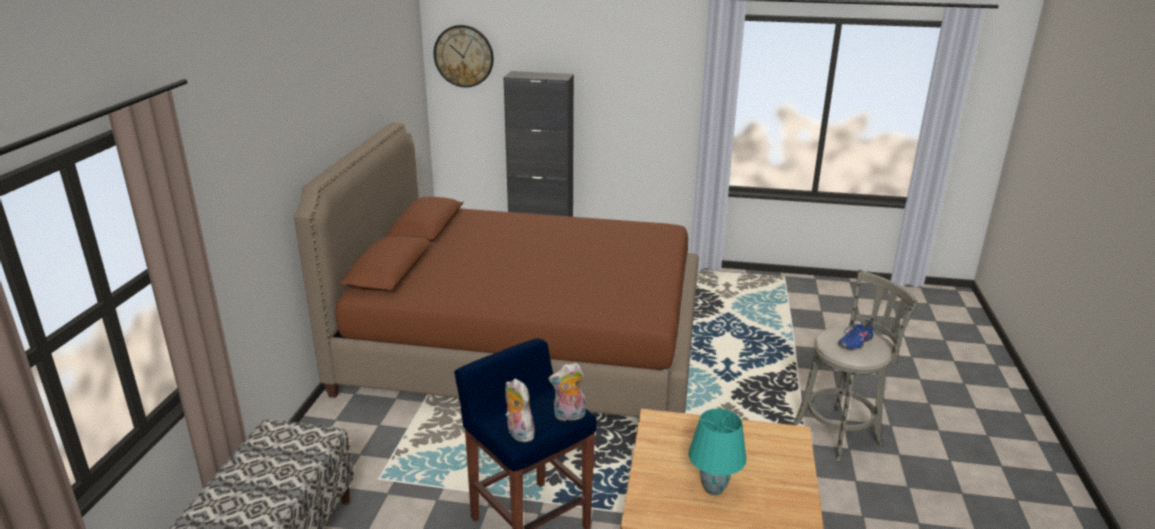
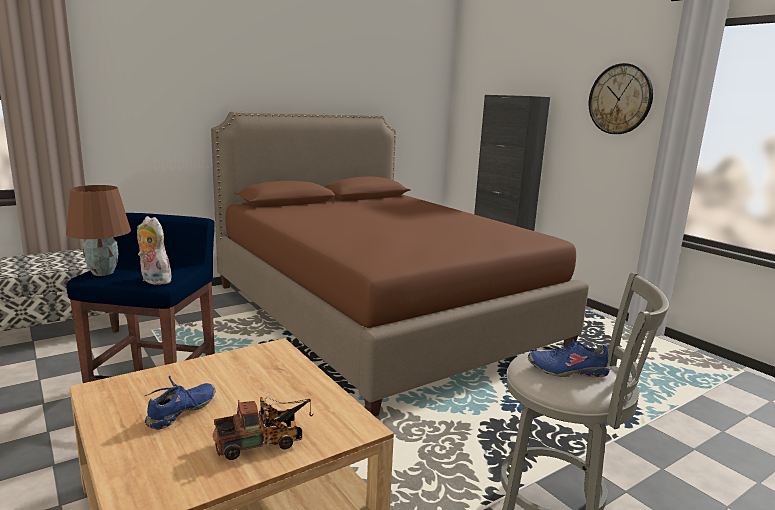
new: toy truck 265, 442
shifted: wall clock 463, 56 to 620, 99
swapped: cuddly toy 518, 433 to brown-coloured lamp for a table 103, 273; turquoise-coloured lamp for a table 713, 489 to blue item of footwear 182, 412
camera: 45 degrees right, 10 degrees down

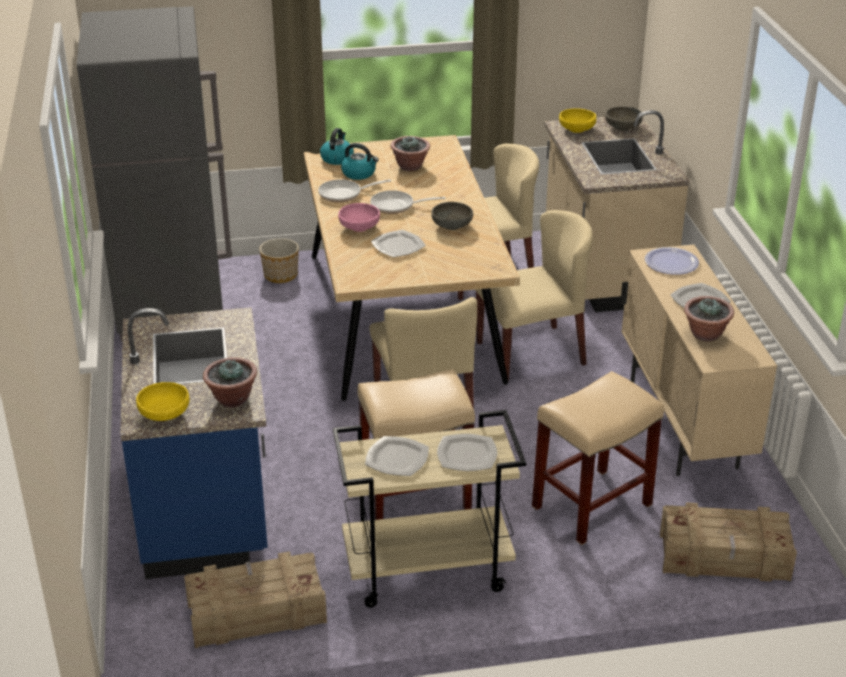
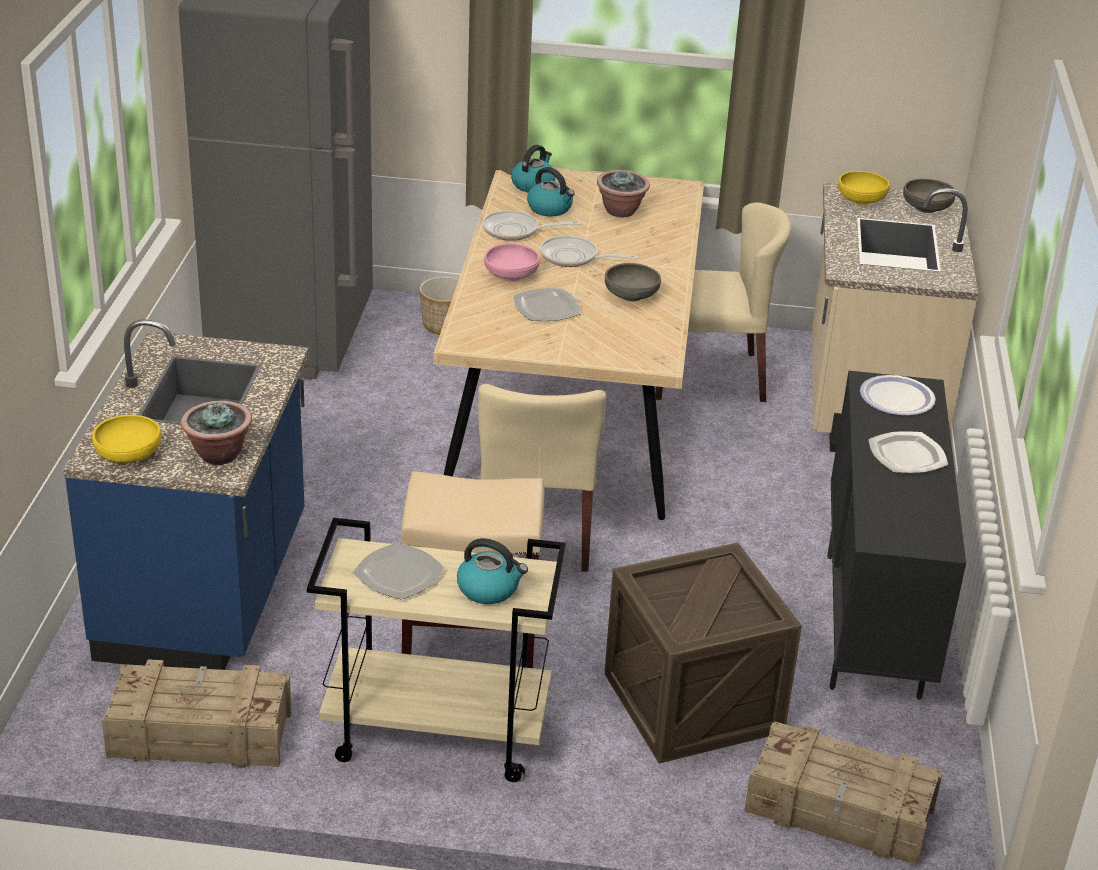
gone: beige plain chair 531, 353; potted plant 705, 335
swapped: plate 466, 454 to tea kettle 489, 589; beige stool 591, 506 to packing crate 693, 702
repainted: beige cabinet 682, 426 to black-coloured cabinet 872, 625
camera: 15 degrees right, 0 degrees up

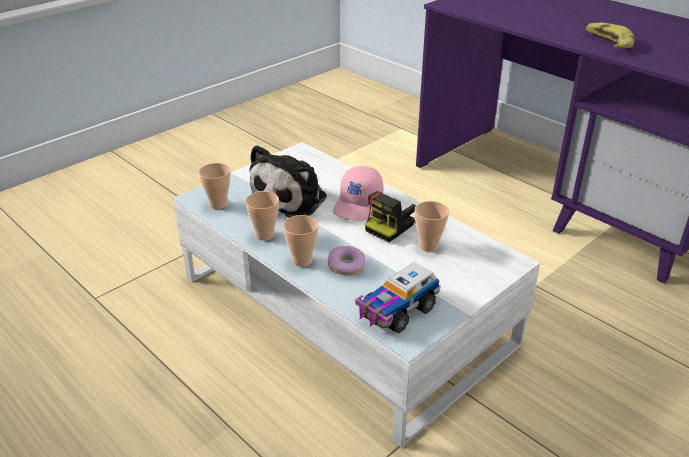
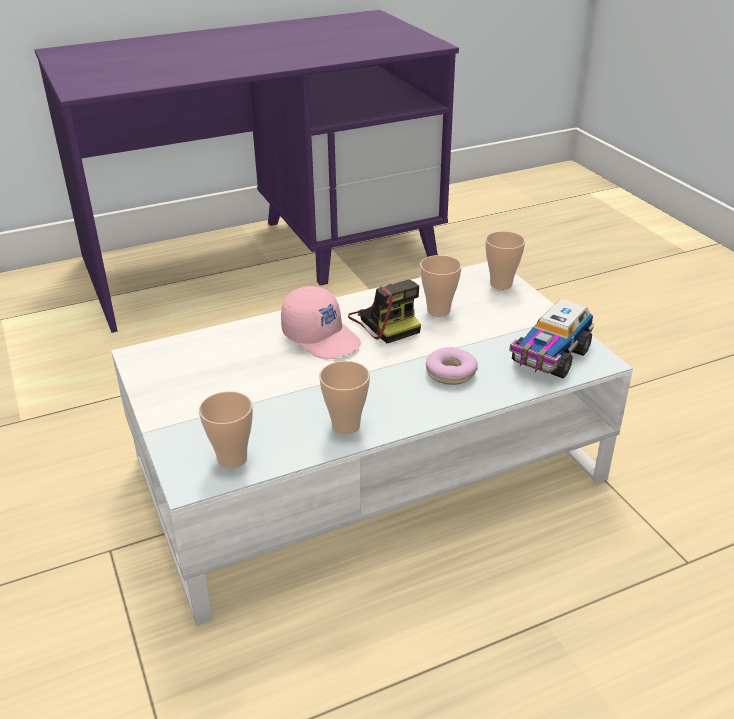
gone: cuddly toy 291, 198; banana fruit 607, 42
shifted: small cup 302, 261 to 501, 284
rotated: toy truck 396, 311 = 550, 357 60 degrees clockwise
camera: 70 degrees left, 0 degrees up

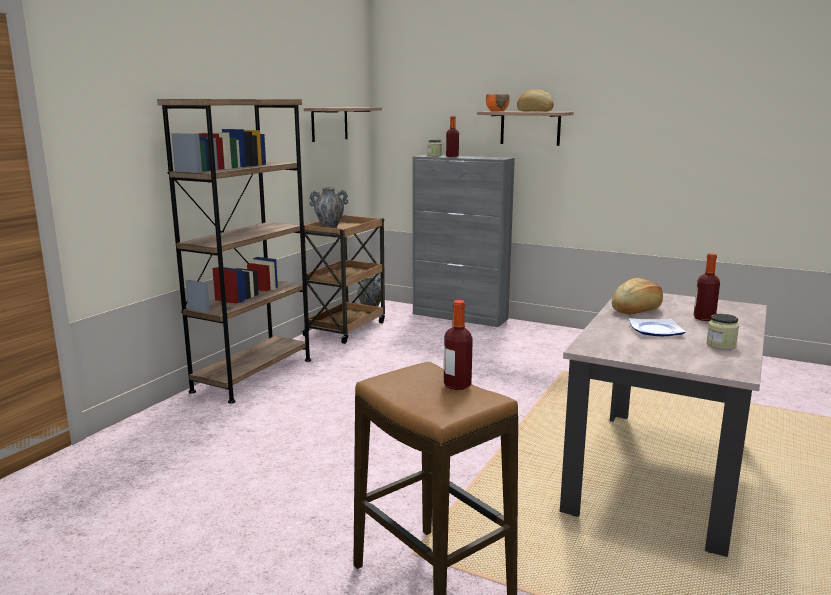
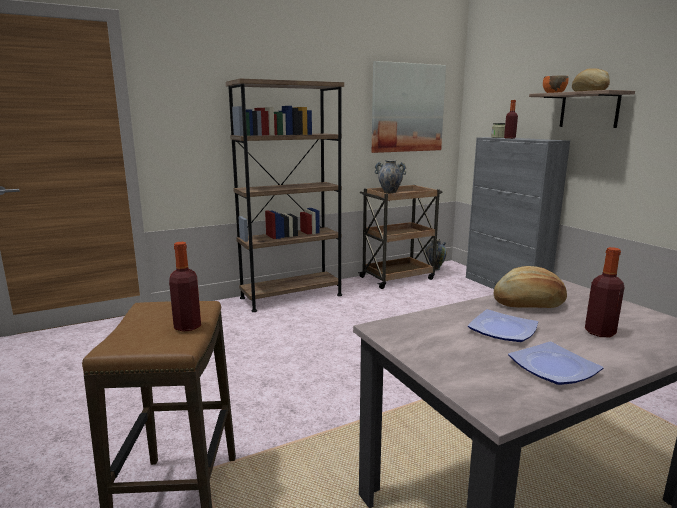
swapped: shelf 329, 124 to picture 407, 108; storage jar 721, 345 to plate 553, 369
camera: 35 degrees right, 0 degrees up

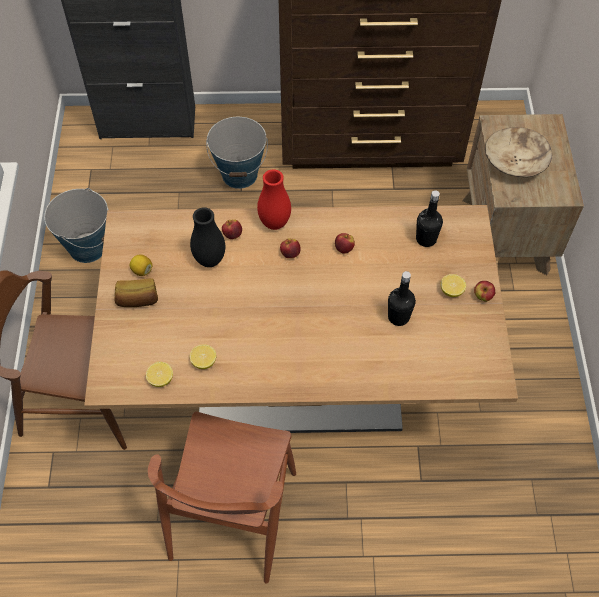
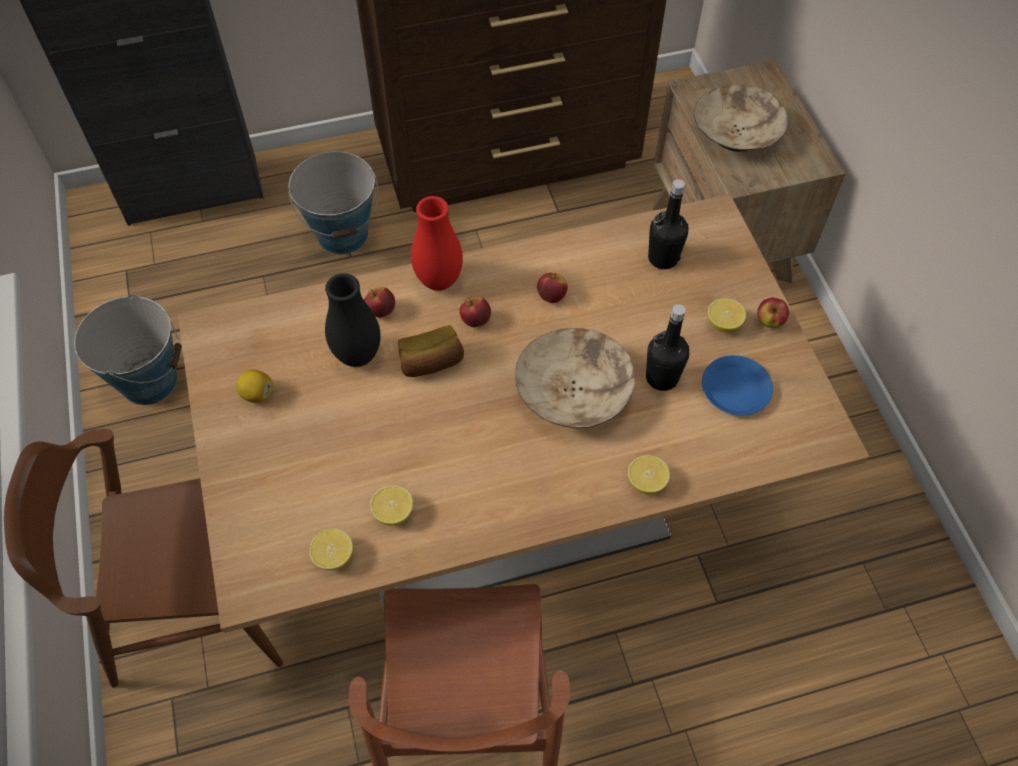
new: beige deep dish 574, 391; lemon 646, 482; blue plate 735, 390
shifted: bread 137, 300 to 431, 363
camera: 15 degrees left, 0 degrees up

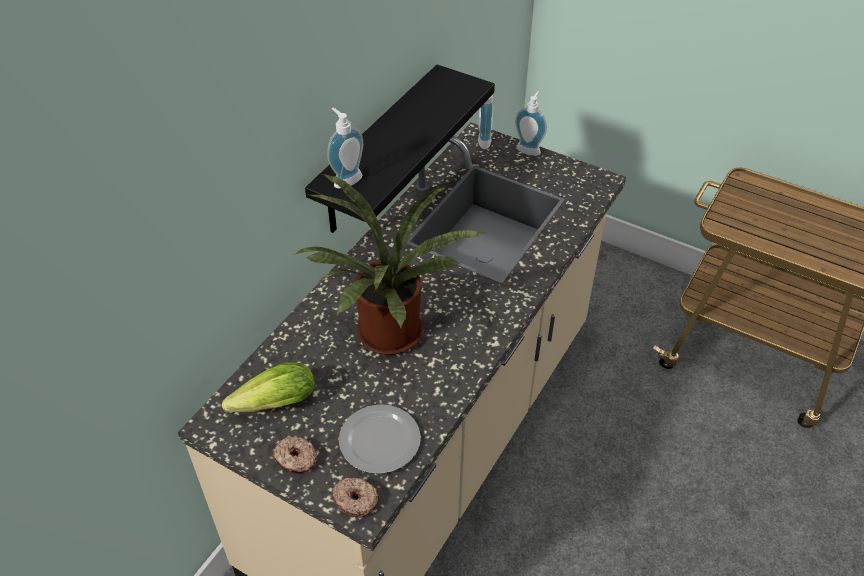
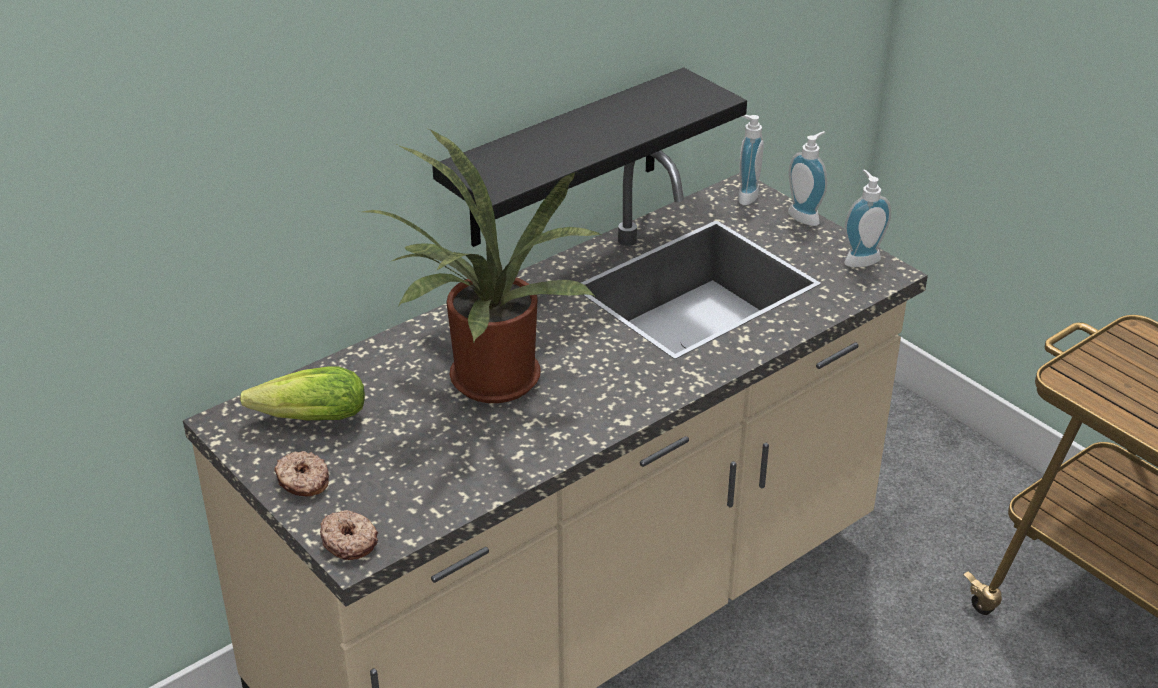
gone: plate 380, 442
shifted: soap bottle 346, 179 to 860, 259
camera: 20 degrees right, 10 degrees down

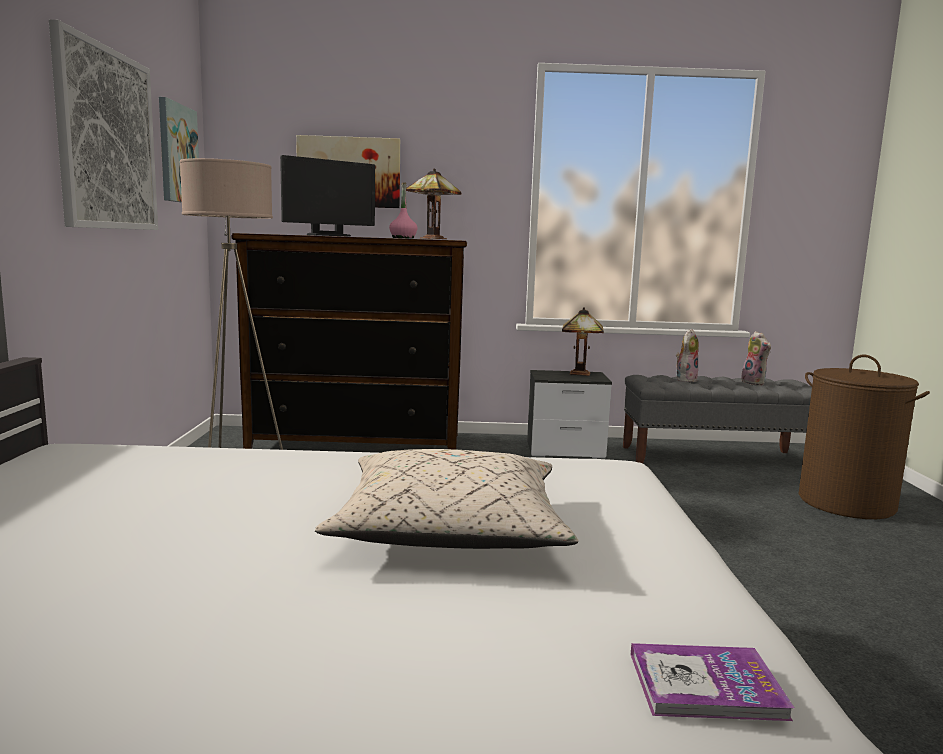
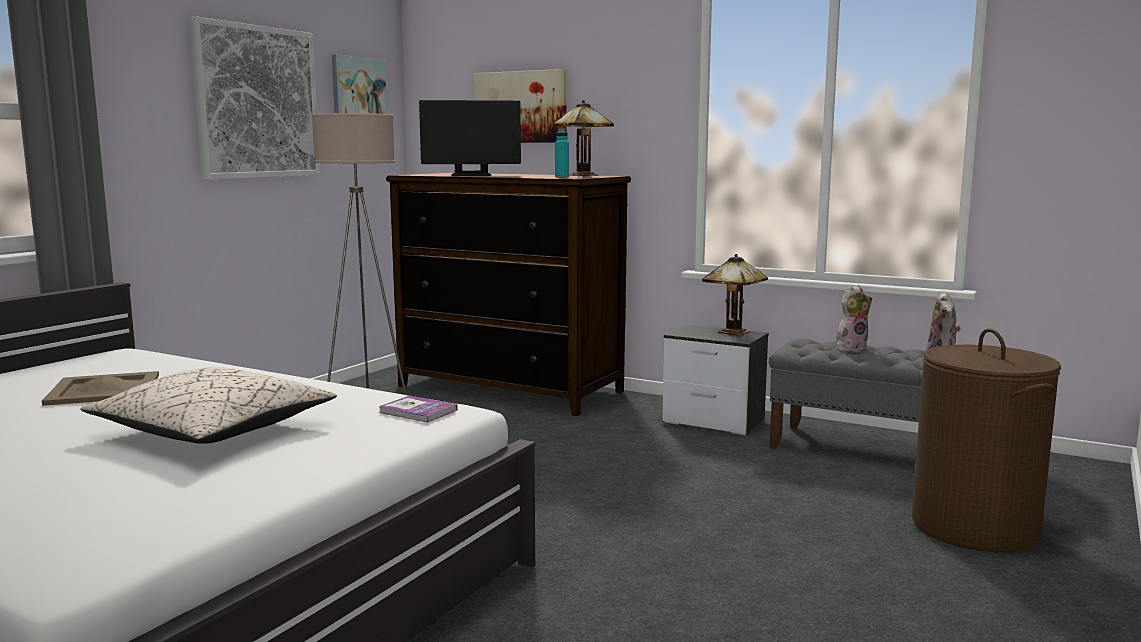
gone: pink-coloured beverage bottle 403, 238
new: beige tray 103, 389; turquoise-coloured beverage bottle 562, 177
shifted: bound book 706, 685 to 418, 411
camera: 30 degrees right, 0 degrees up

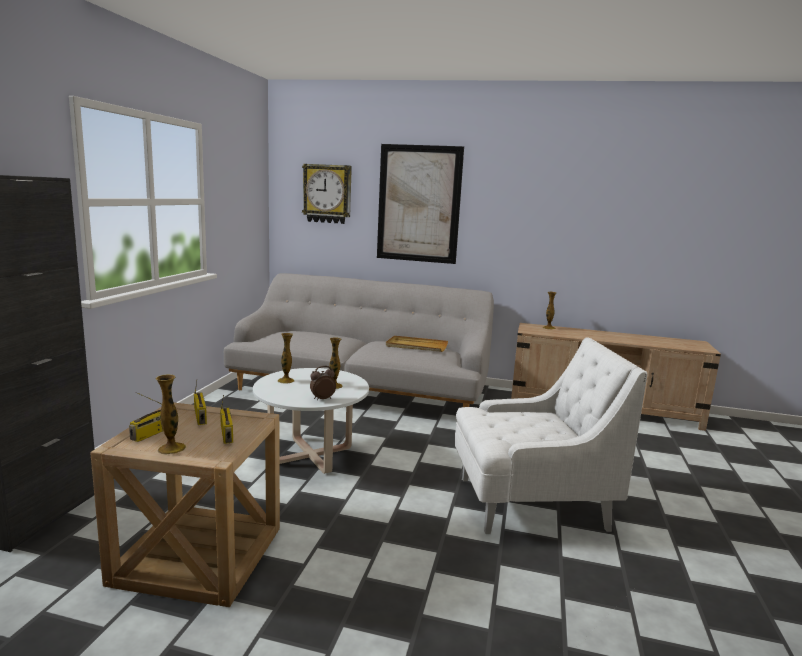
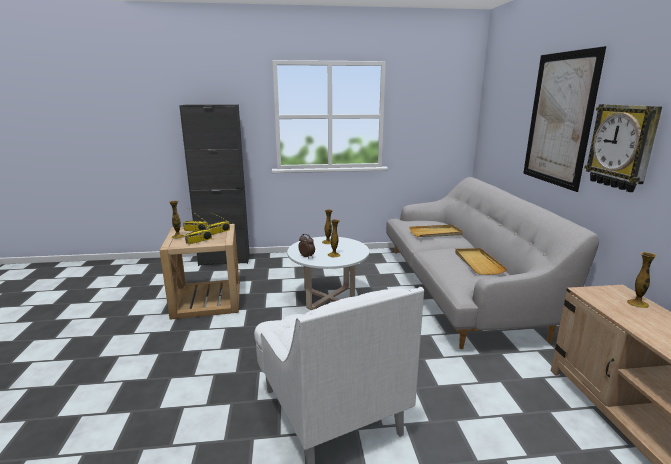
new: beige tray 435, 233
shifted: wall clock 327, 194 to 622, 147
camera: 70 degrees right, 5 degrees up

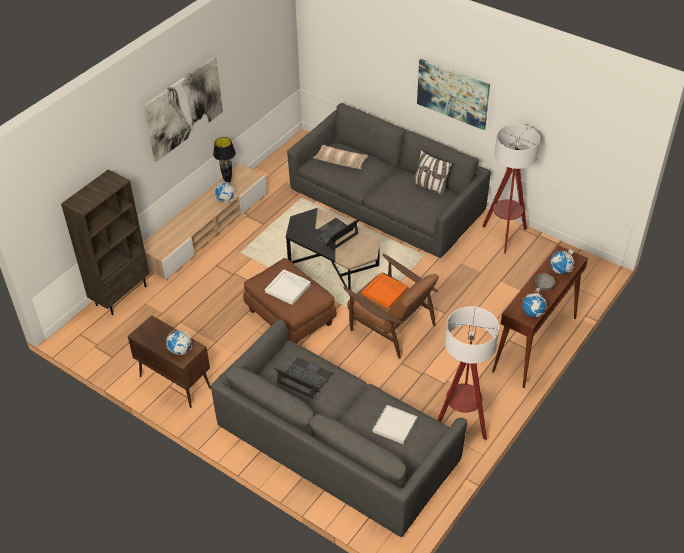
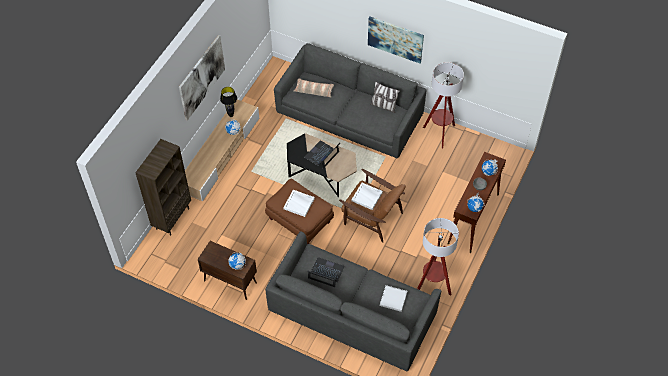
repainted: orange tray 385, 292 to white-coloured tray 367, 197
camera: 10 degrees left, 10 degrees up

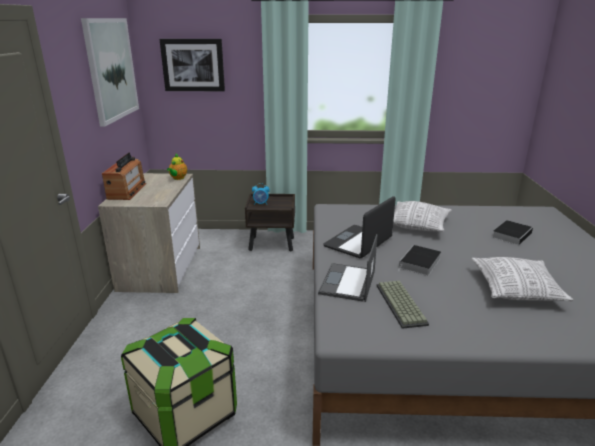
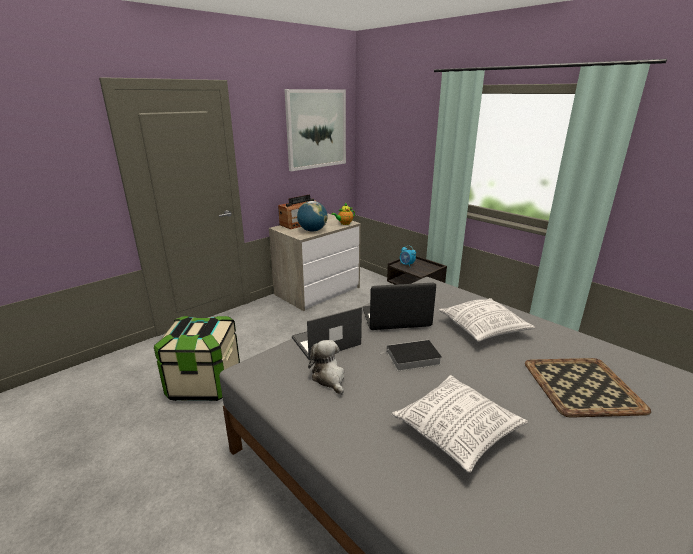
gone: picture 193, 65
new: globe 312, 230
swapped: PC keyboard 402, 304 to cuddly toy 329, 378; bound book 511, 234 to tray 580, 386
camera: 45 degrees right, 0 degrees up

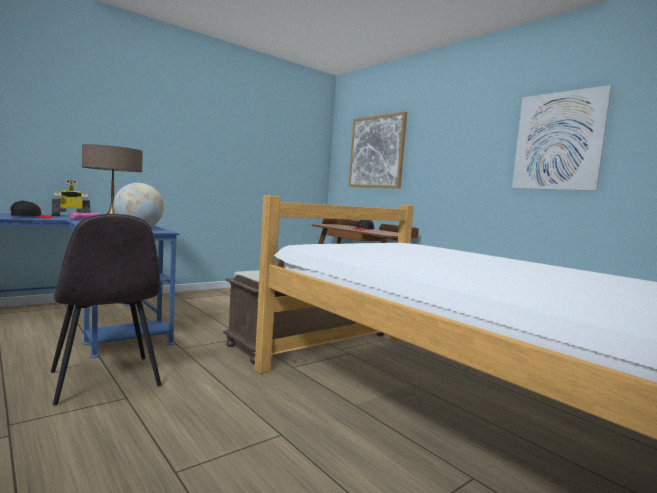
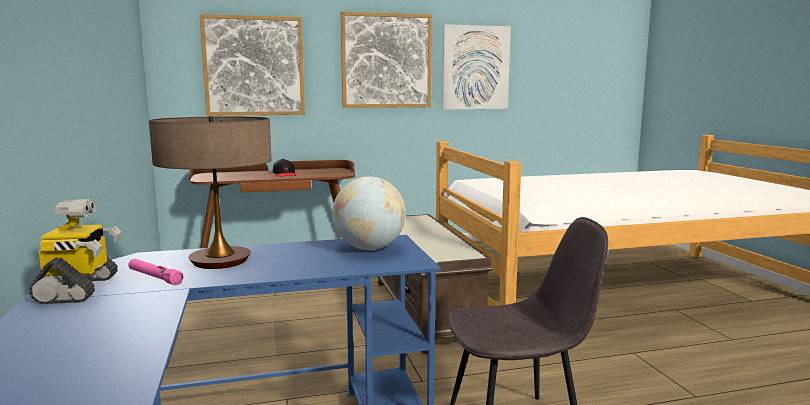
gone: black-coloured cap 31, 217
new: picture 386, 61
camera: 65 degrees left, 5 degrees up

